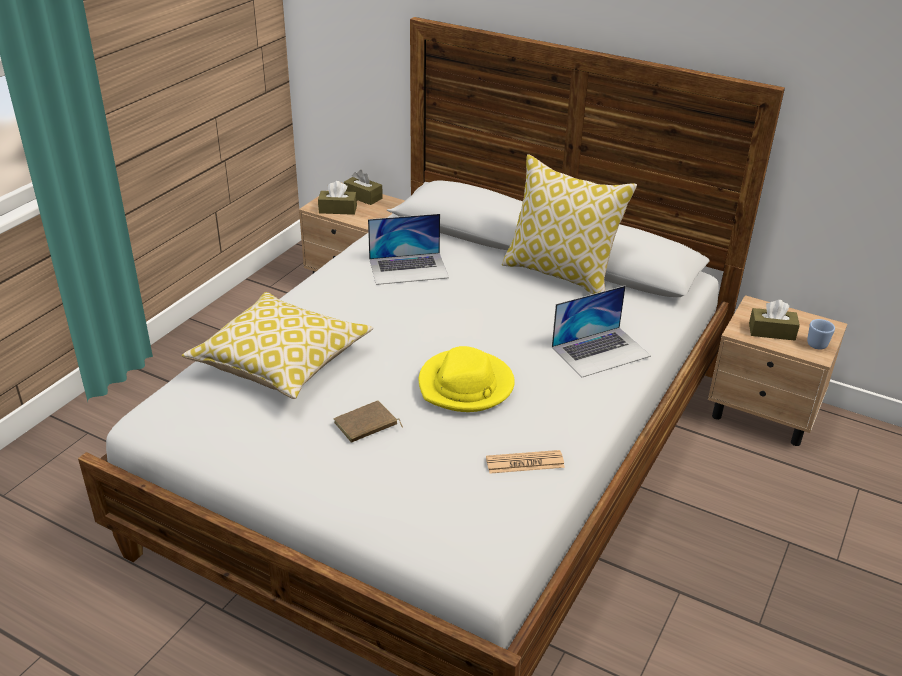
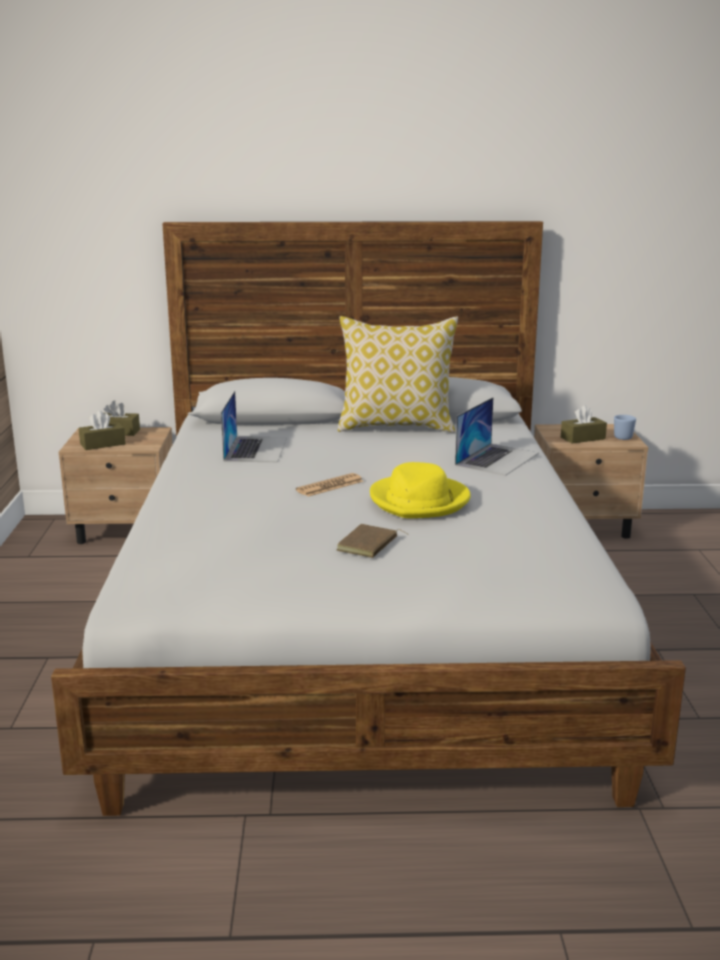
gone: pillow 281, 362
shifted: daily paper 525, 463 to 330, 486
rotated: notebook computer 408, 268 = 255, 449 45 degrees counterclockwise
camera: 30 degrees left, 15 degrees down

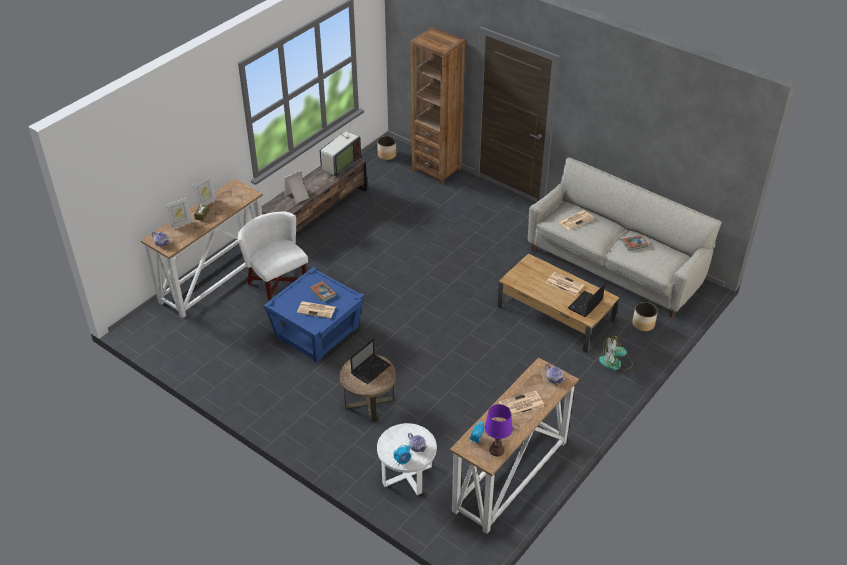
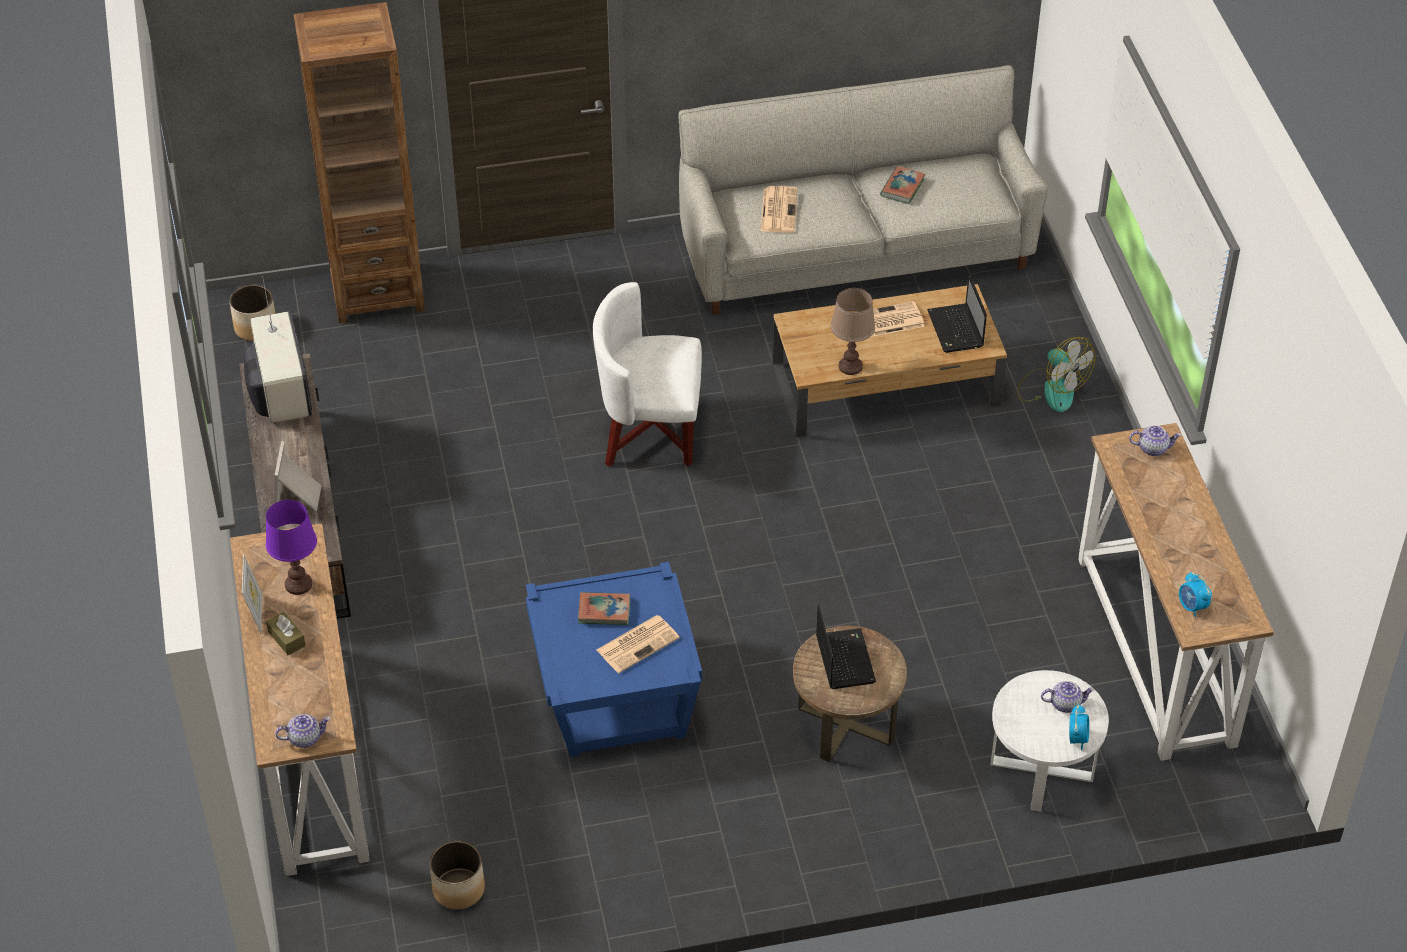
gone: photo frame 181, 224; daily paper 521, 405
new: brown-coloured lamp for a table 850, 366
shifted: white-coloured lounge chair 278, 284 to 649, 431; purplish lamp for a table 496, 450 to 298, 584; planter 643, 324 to 458, 889
rotated: cooling fan 615, 363 = 1051, 389 75 degrees counterclockwise
camera: 50 degrees left, 5 degrees up

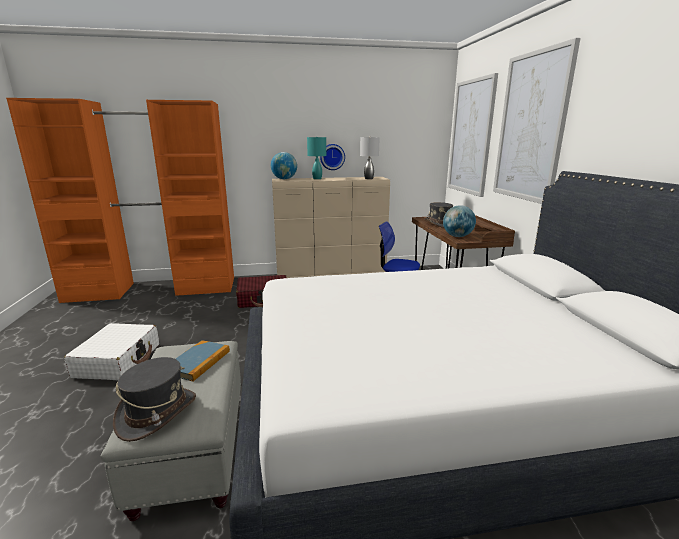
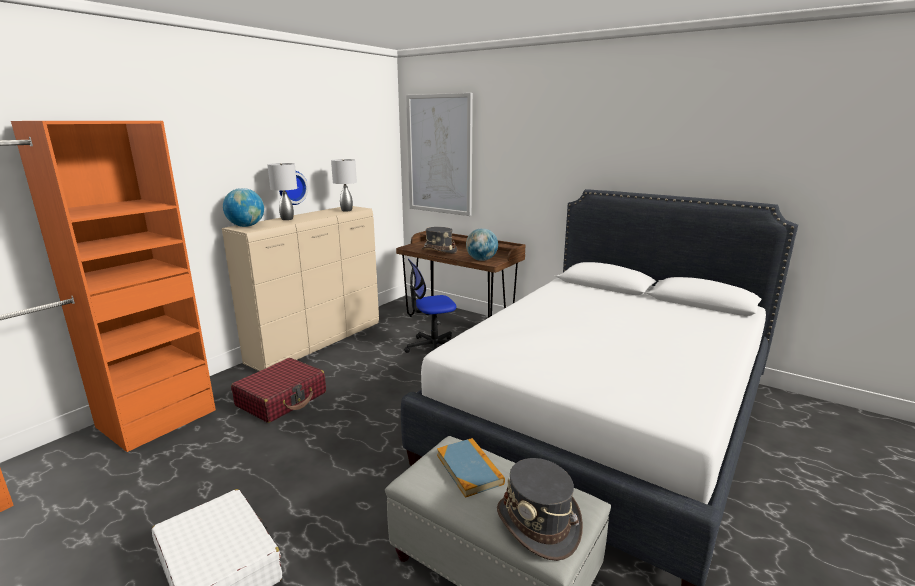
gone: picture 531, 127
repainted: turquoise-coloured lamp for a table 317, 178 to gray lamp for a table 287, 219
camera: 45 degrees left, 0 degrees up

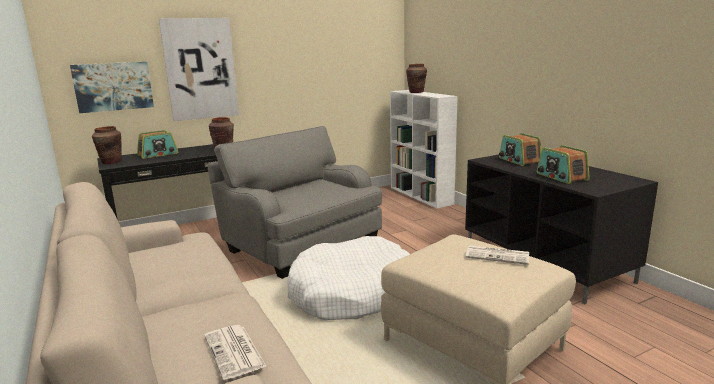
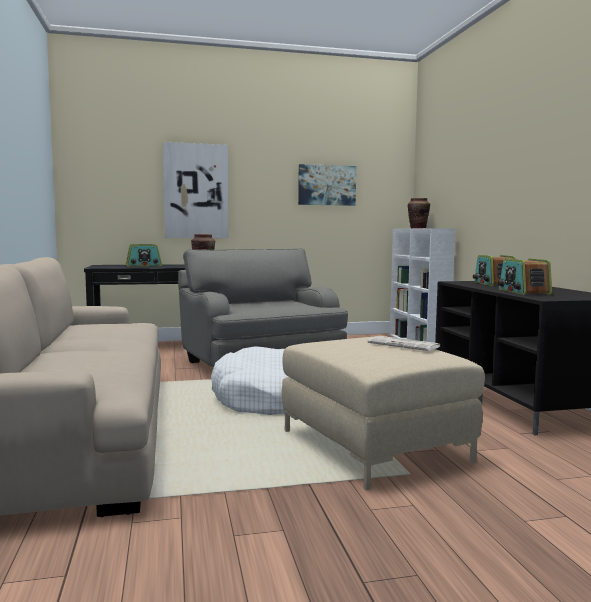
gone: brown-coloured flower vase 111, 162; daily paper 235, 352
shifted: picture 113, 86 to 327, 185
camera: 15 degrees right, 10 degrees down

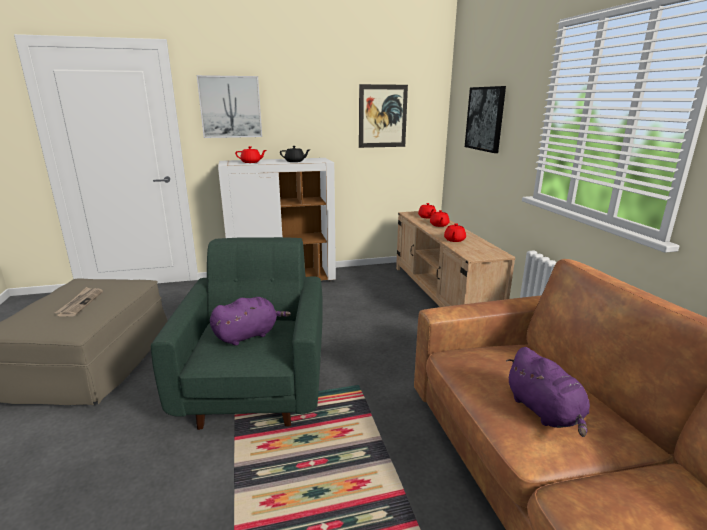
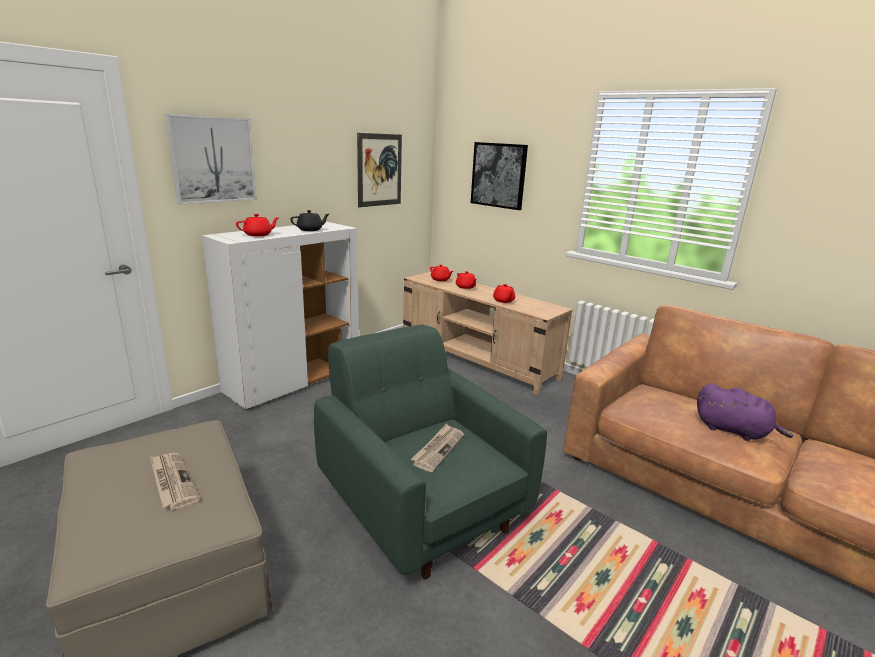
swapped: purplish cuddly toy 248, 335 to daily paper 438, 449
camera: 35 degrees left, 0 degrees up

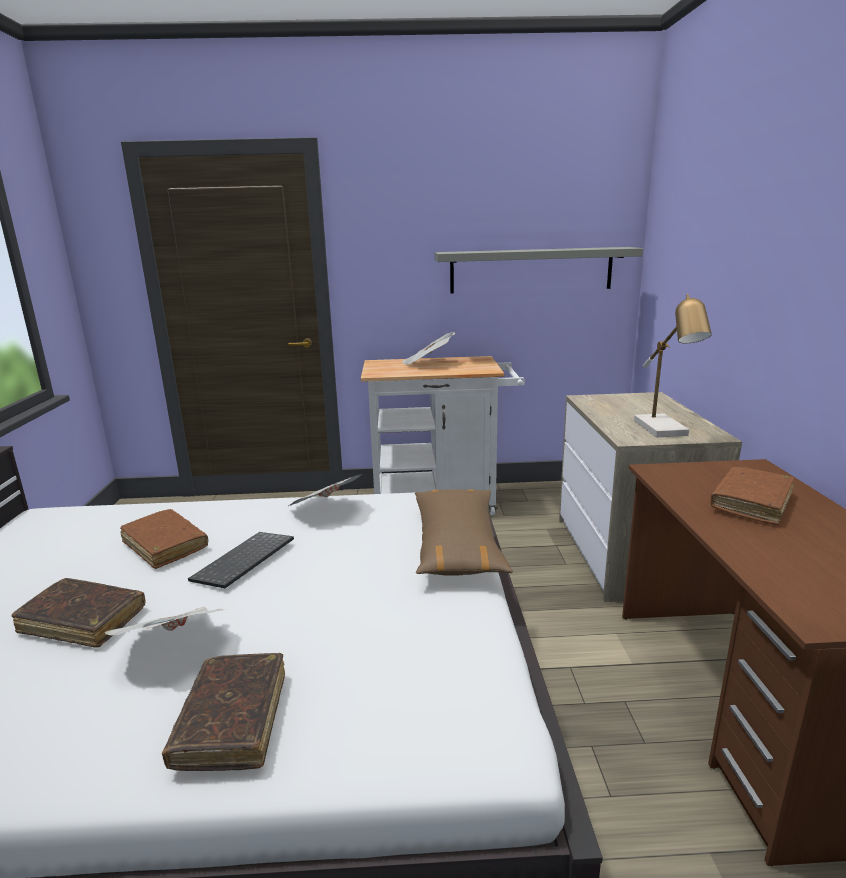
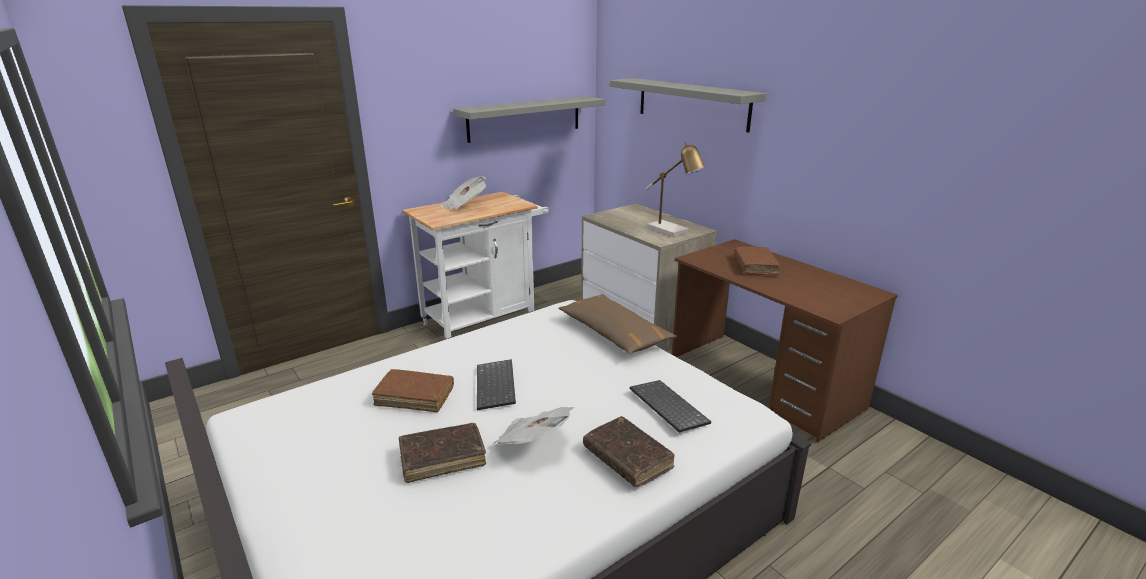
gone: daily paper 325, 509
new: gray shelf 692, 103; PC keyboard 666, 407
camera: 35 degrees left, 5 degrees up

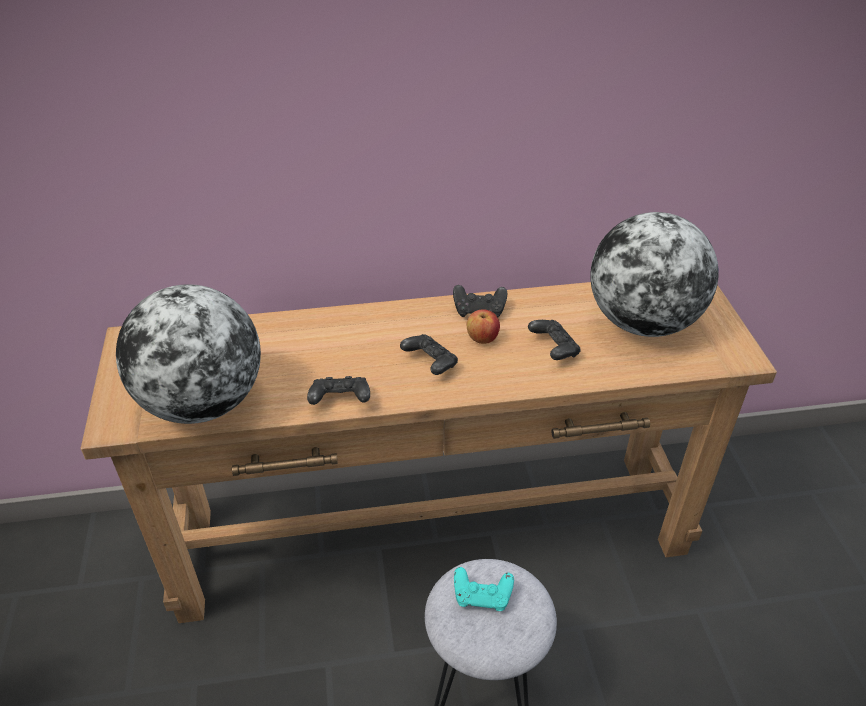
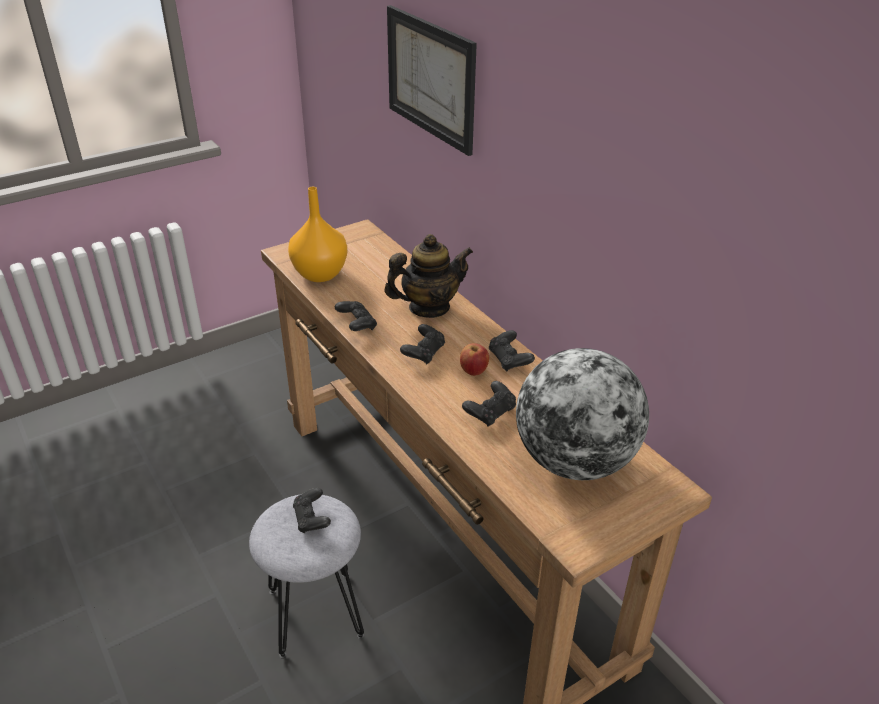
new: pot for tea 429, 308; picture 431, 78
swapped: globe 203, 402 to orange flower vase 321, 274
repainted: turquoise-coloured game controller 482, 596 to black-coloured game controller 312, 519
camera: 65 degrees right, 5 degrees down

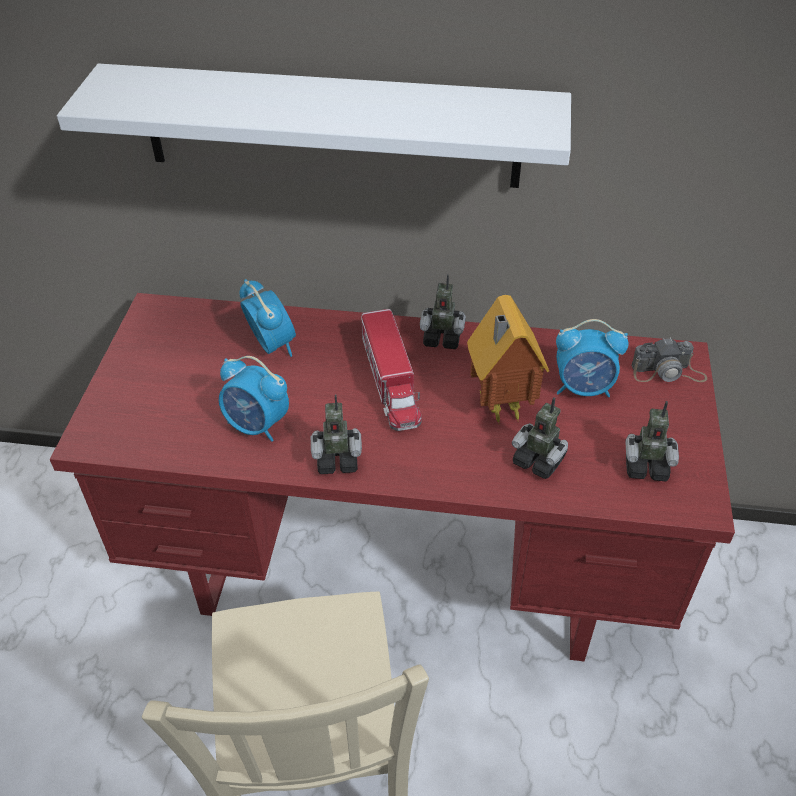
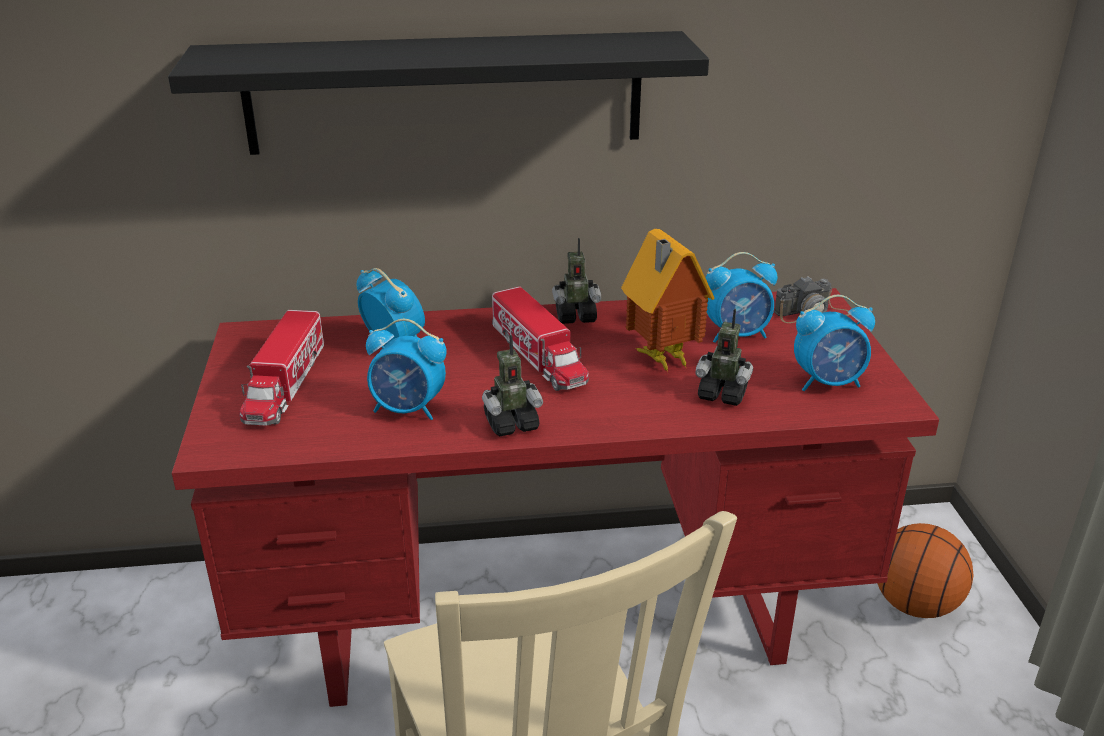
new: toy truck 285, 385; ball for basketball 914, 604
swapped: robot figure 645, 466 to alarm clock 828, 383
repainted: white-coloured shelf 331, 127 to black-coloured shelf 445, 93
camera: 15 degrees left, 15 degrees down

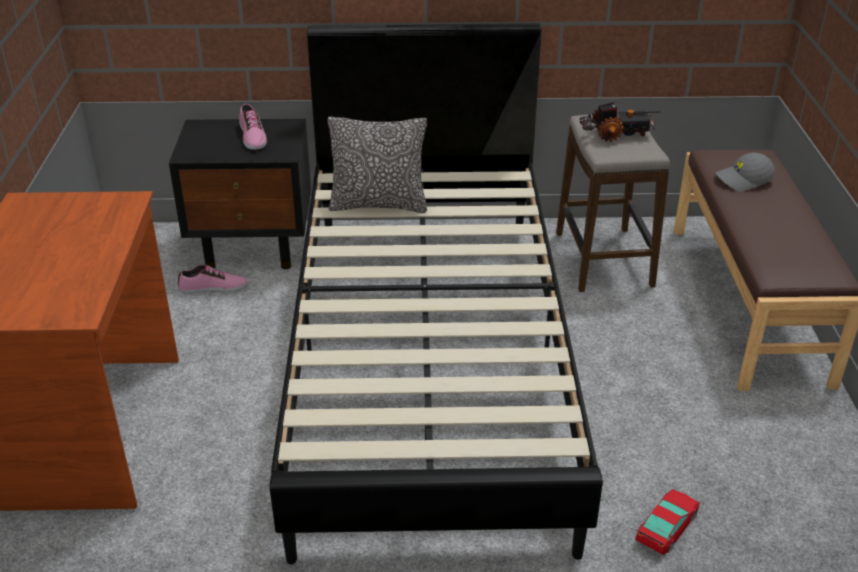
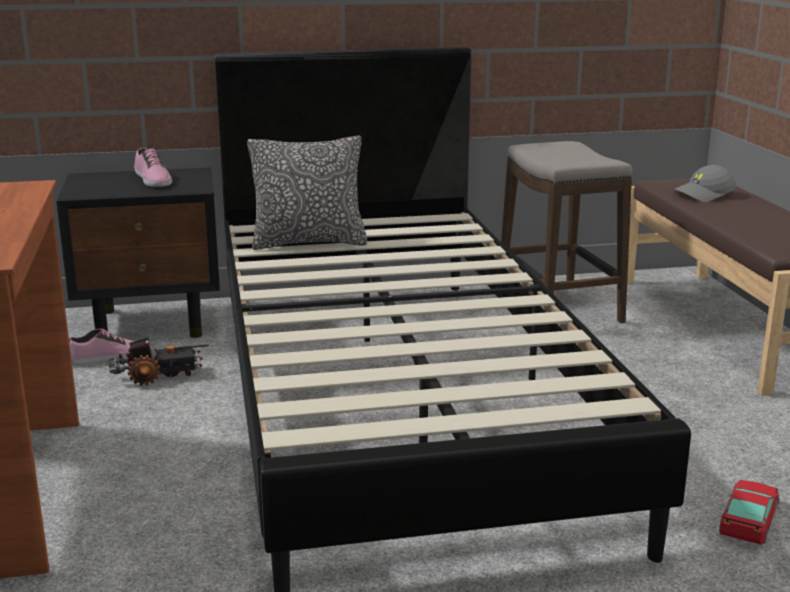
shifted: toy truck 617, 134 to 158, 376
camera: 10 degrees left, 15 degrees down

